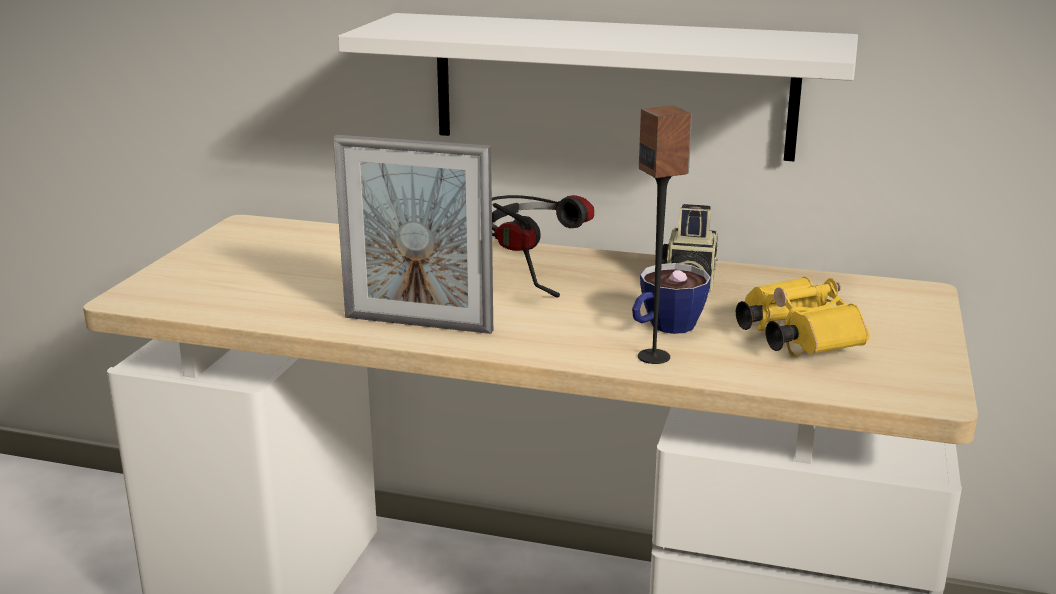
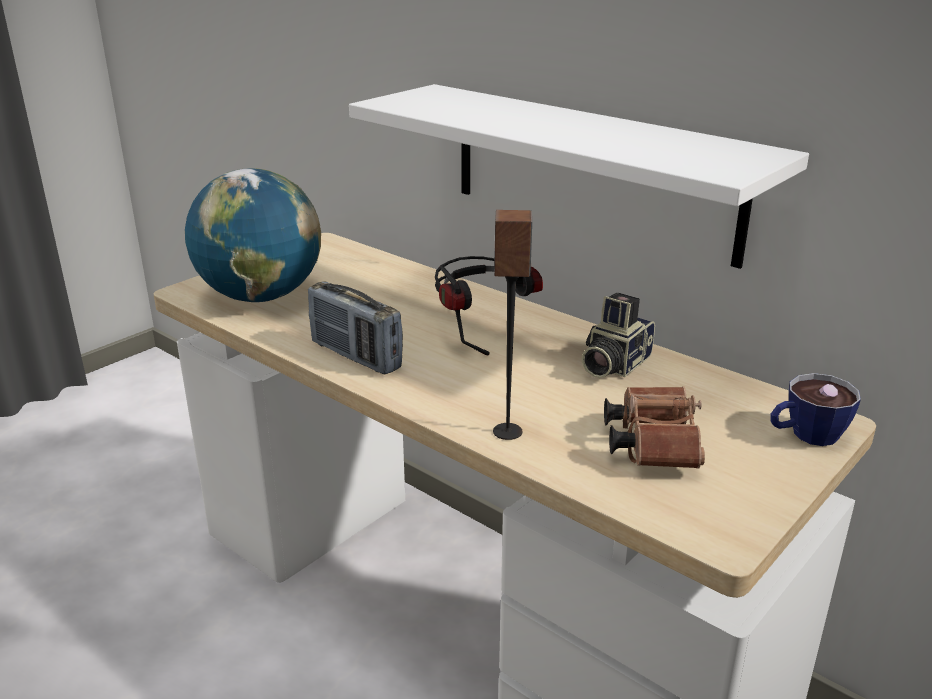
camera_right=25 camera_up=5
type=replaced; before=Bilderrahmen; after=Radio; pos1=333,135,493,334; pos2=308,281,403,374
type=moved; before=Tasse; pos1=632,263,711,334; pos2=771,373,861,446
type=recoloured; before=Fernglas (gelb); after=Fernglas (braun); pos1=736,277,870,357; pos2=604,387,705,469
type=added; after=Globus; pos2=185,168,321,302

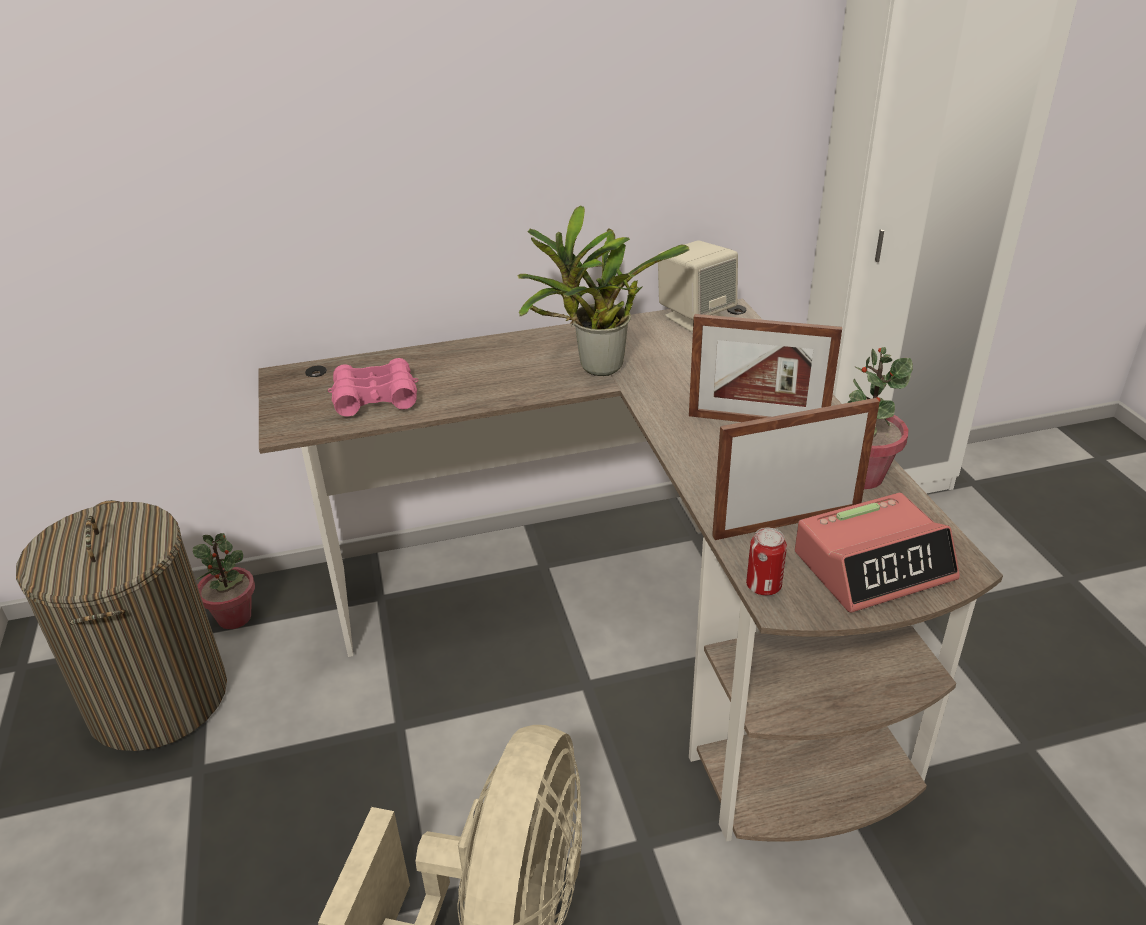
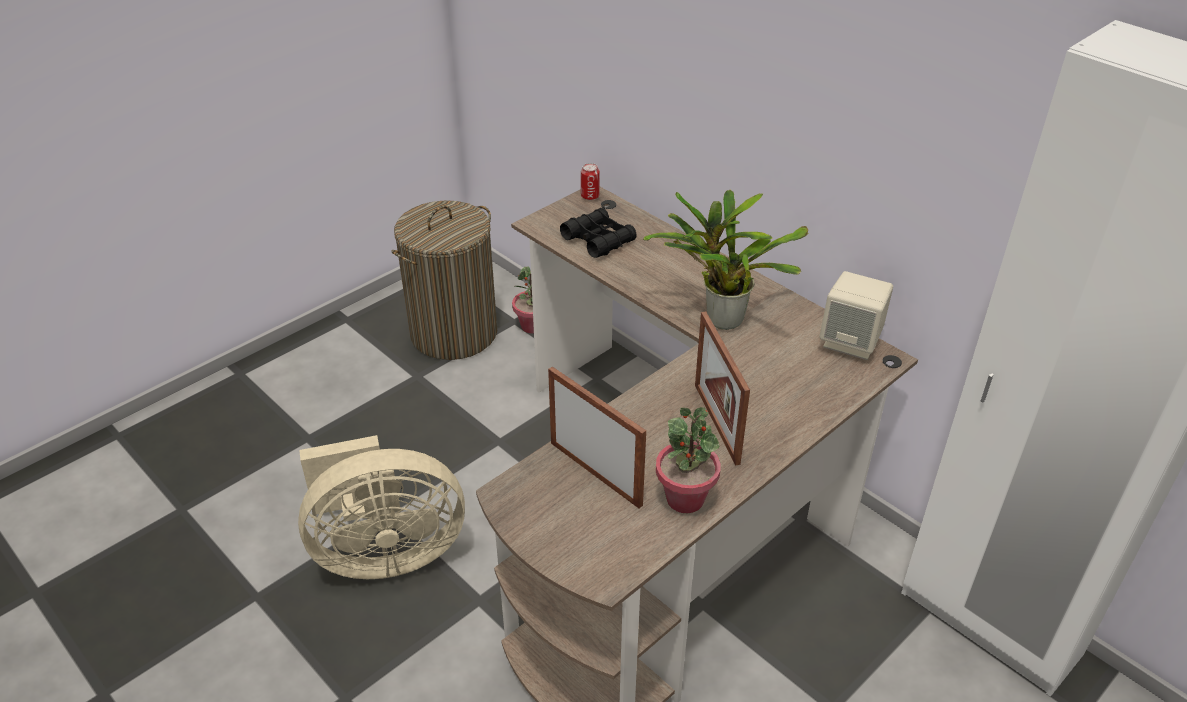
camera_right=60 camera_up=5
type=recoloured; before=Fernglas (rosa); after=Fernglas (schwarz); pos1=328,358,418,417; pos2=560,208,637,258
type=moved; before=Dose; pos1=746,528,787,595; pos2=581,163,600,200
type=removed; before=Wecker; pos1=795,493,960,613

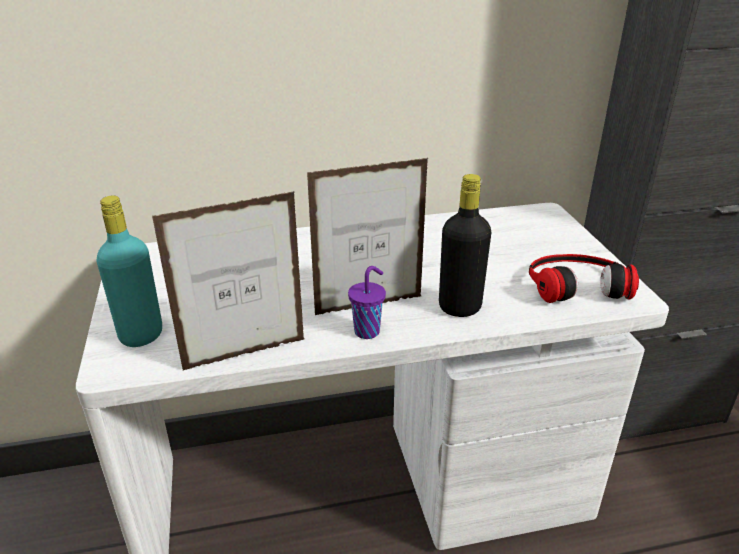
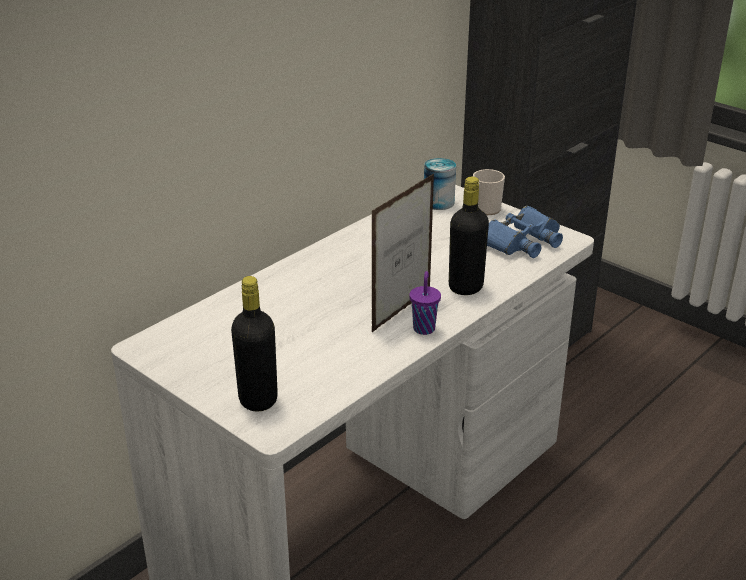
camera_right=-35 camera_up=0
type=recoloured; before=Flasche (türkis); after=Flasche (schwarz); pos1=97,196,162,347; pos2=231,276,278,411
type=removed; before=Bilderrahmen; pos1=152,191,304,370
type=replaced; before=Kopfhörer; after=Fernglas (blau); pos1=529,254,639,303; pos2=487,206,563,258
type=added; after=Dose; pos2=424,158,456,210
type=added; after=Henkelbecher; pos2=473,169,505,215

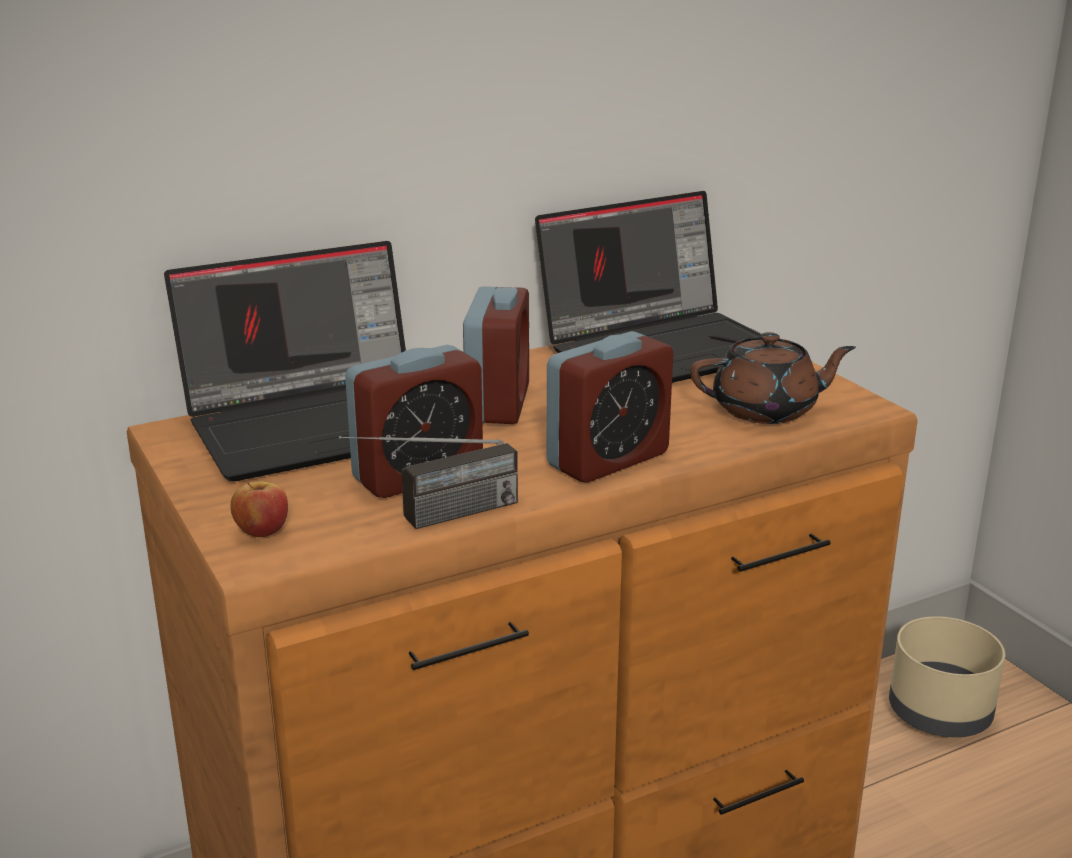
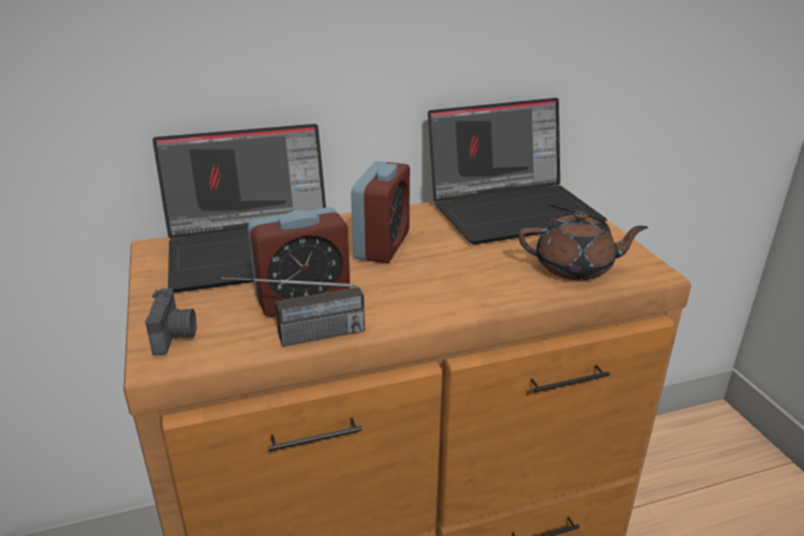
camera_right=10 camera_up=5
type=replaced; before=Apfel; after=Kamera; pos1=230,482,288,537; pos2=145,288,196,355
type=removed; before=Wecker; pos1=547,331,673,483
type=removed; before=Pflanzkübel (beige); pos1=889,616,1005,737

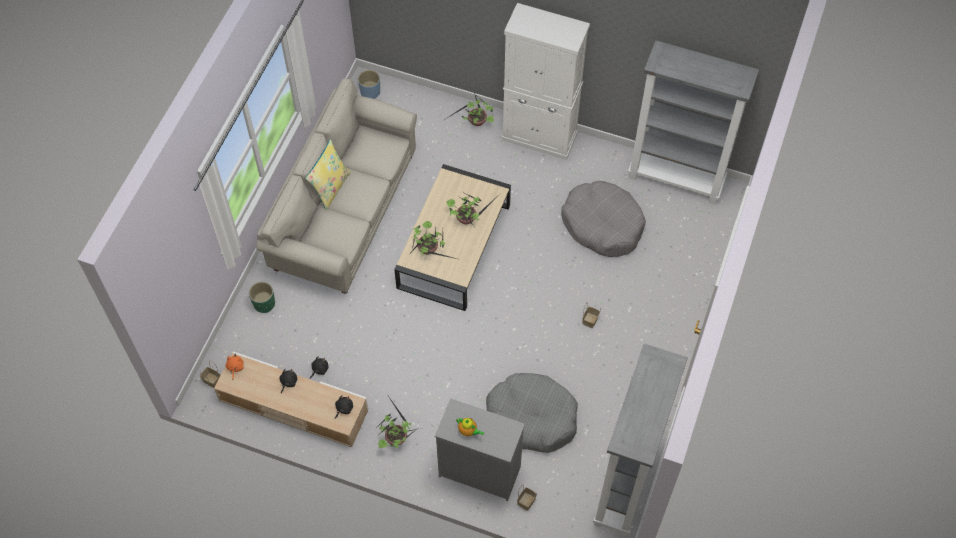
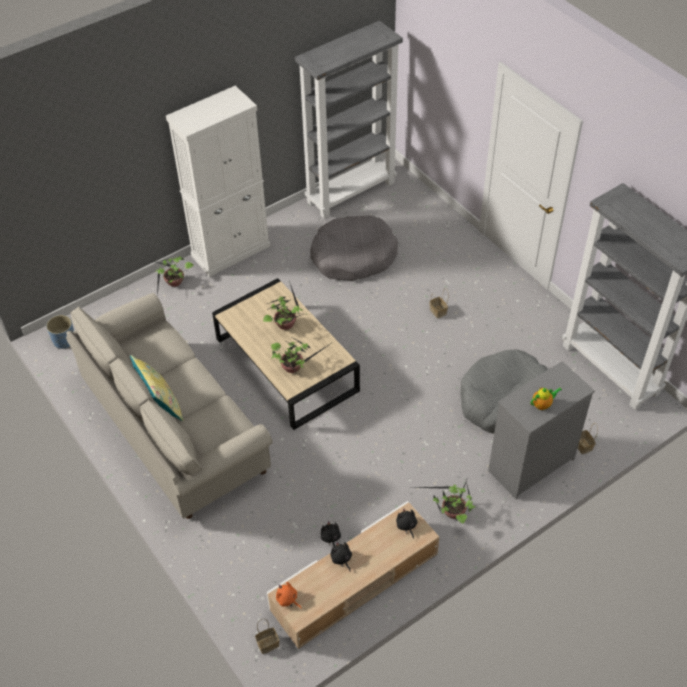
camera_right=-55 camera_up=-10
type=removed; before=Pflanzkübel (grün); pos1=249,282,275,313

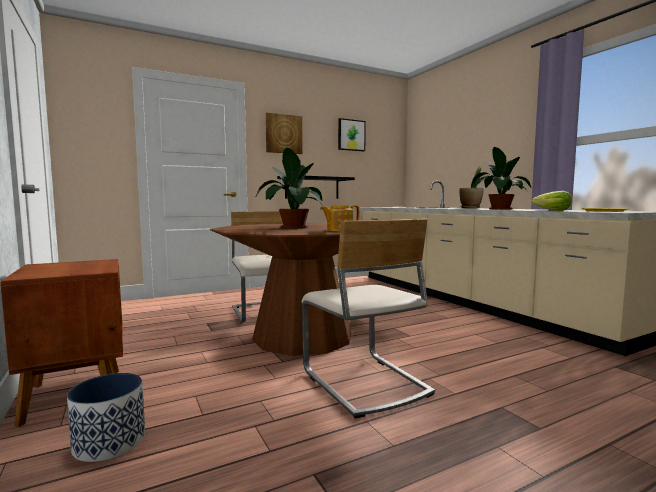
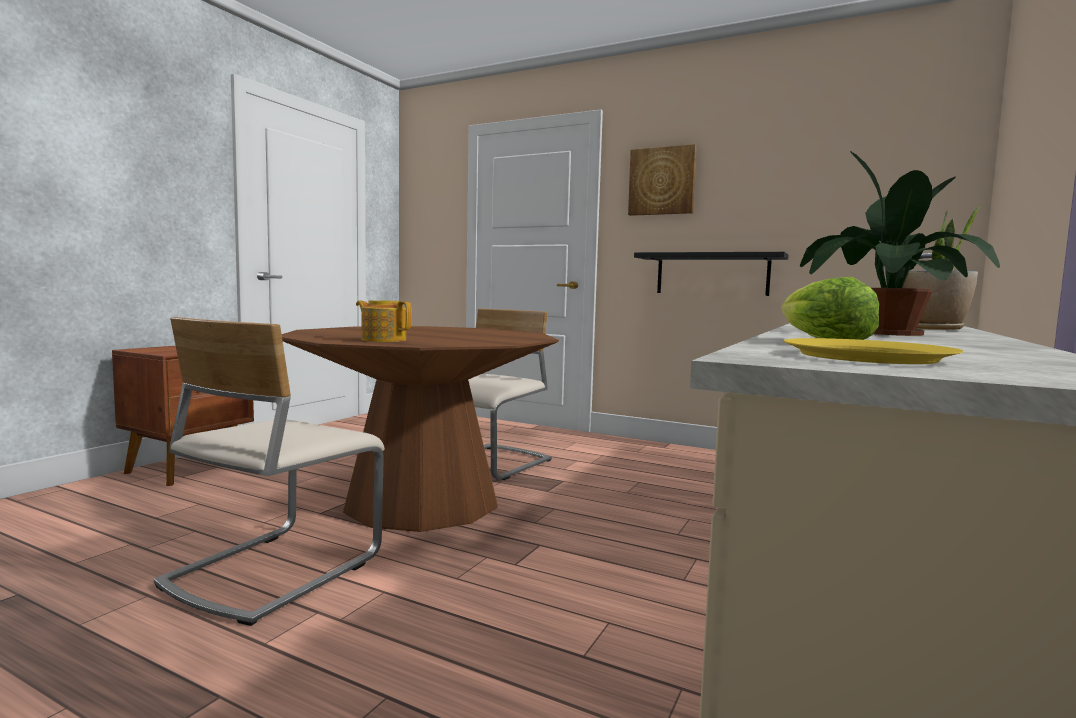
camera_right=55 camera_up=0
type=removed; before=Pflanzkübel; pos1=67,373,145,462
type=removed; before=Topfpflanze; pos1=255,148,323,229
type=removed; before=Bild; pos1=338,118,366,151

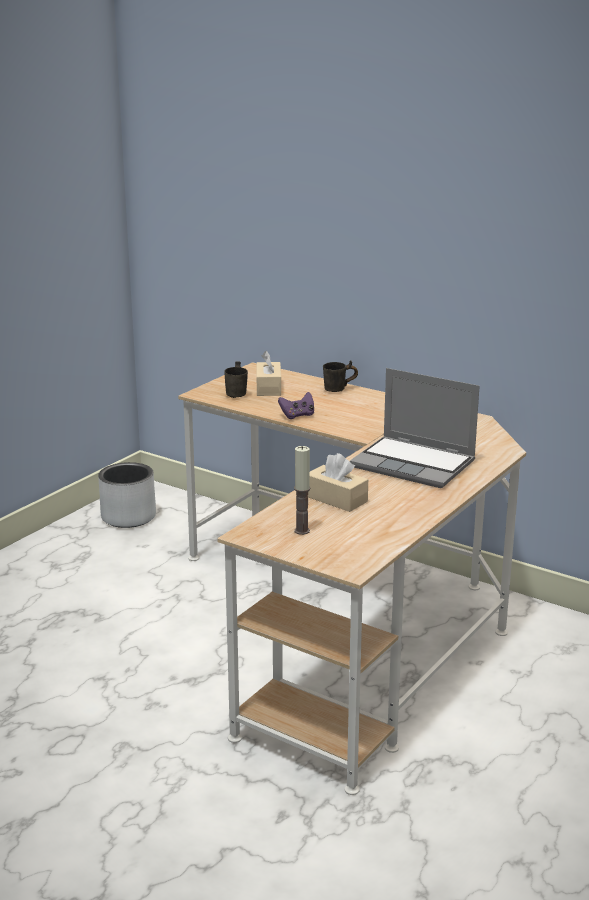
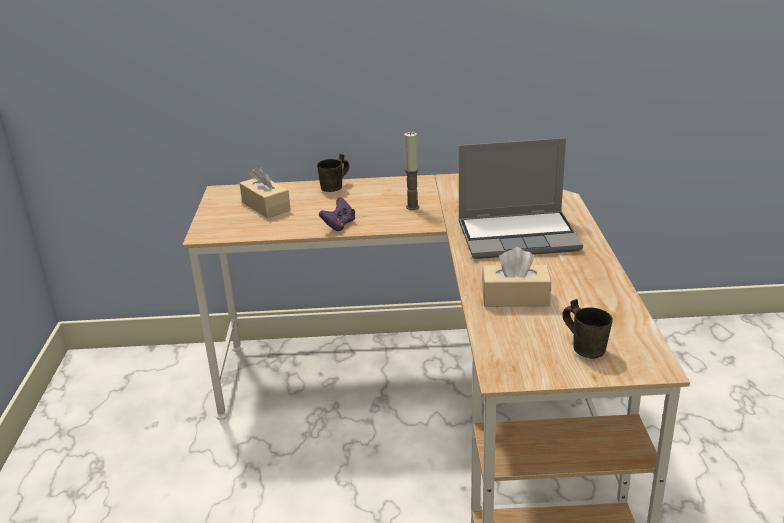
camera_right=-35 camera_up=5
type=removed; before=Pflanzkübel (grau); pos1=98,462,156,528
type=moved; before=Henkelbecher (grau); pos1=224,362,248,398; pos2=562,299,613,358
type=moved; before=Kerze; pos1=294,446,310,535; pos2=404,132,419,210

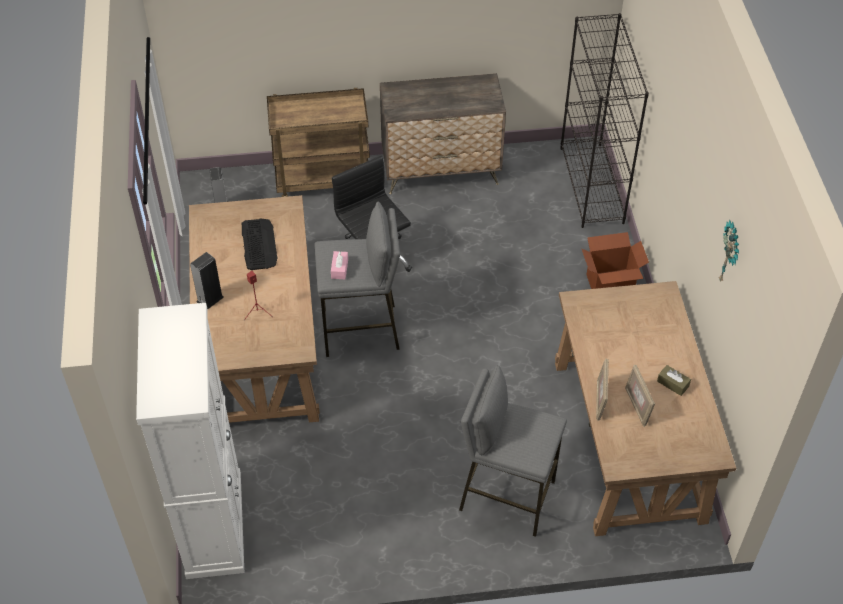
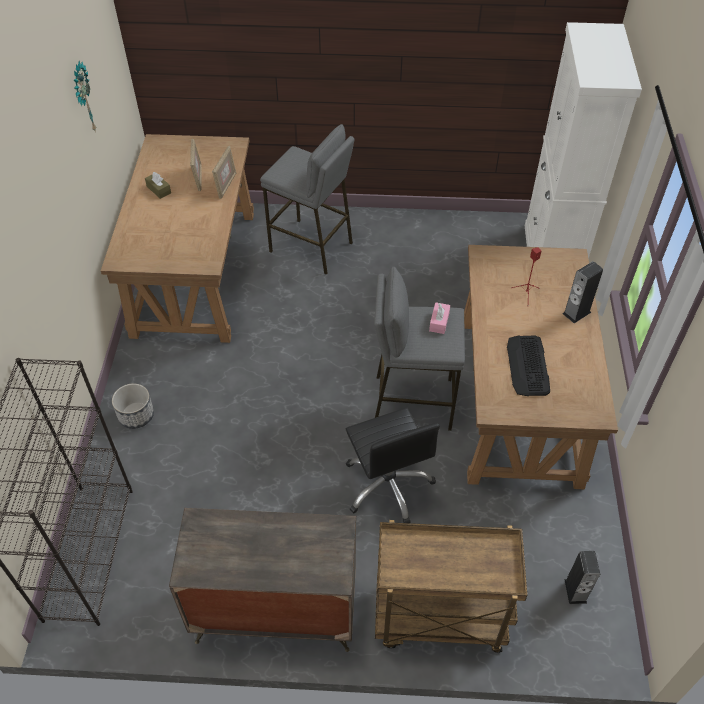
camera_right=-170 camera_up=0
type=replaced; before=Karton; after=Pflanzkübel; pos1=582,232,649,289; pos2=112,384,154,429

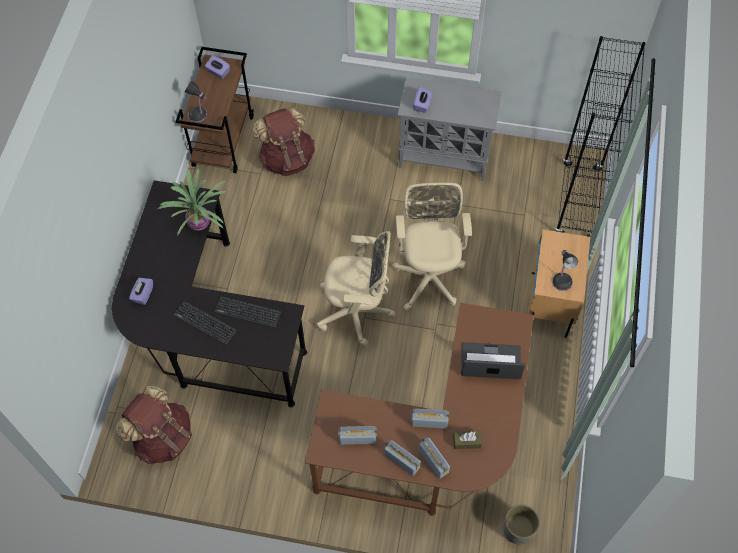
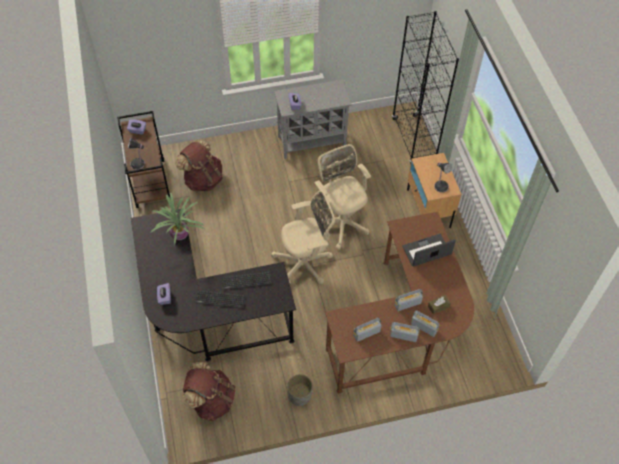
camera_right=-25 camera_up=-5
type=moved; before=Pflanzkübel (grau); pos1=503,504,540,545; pos2=287,374,313,406

